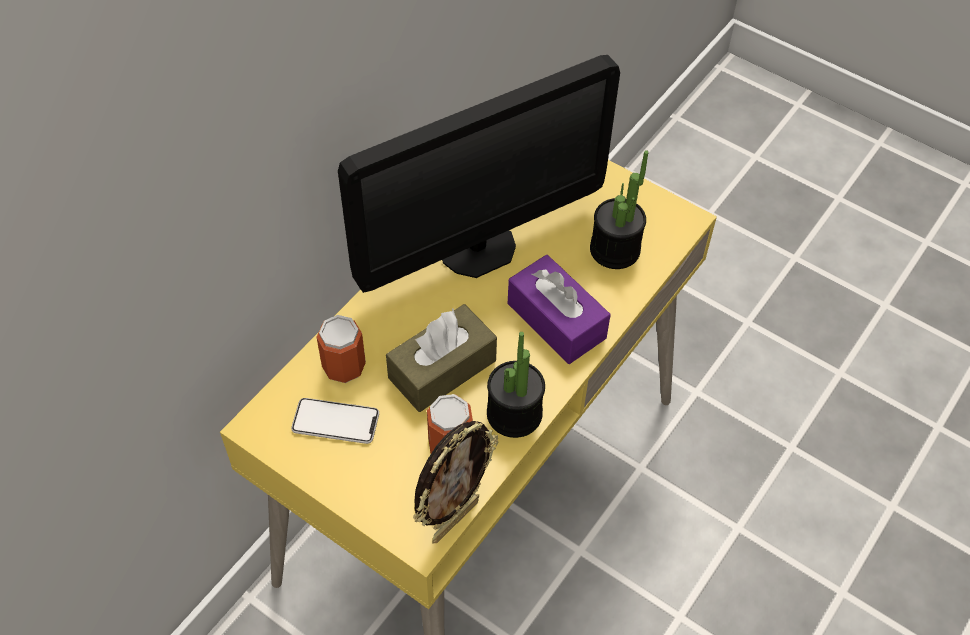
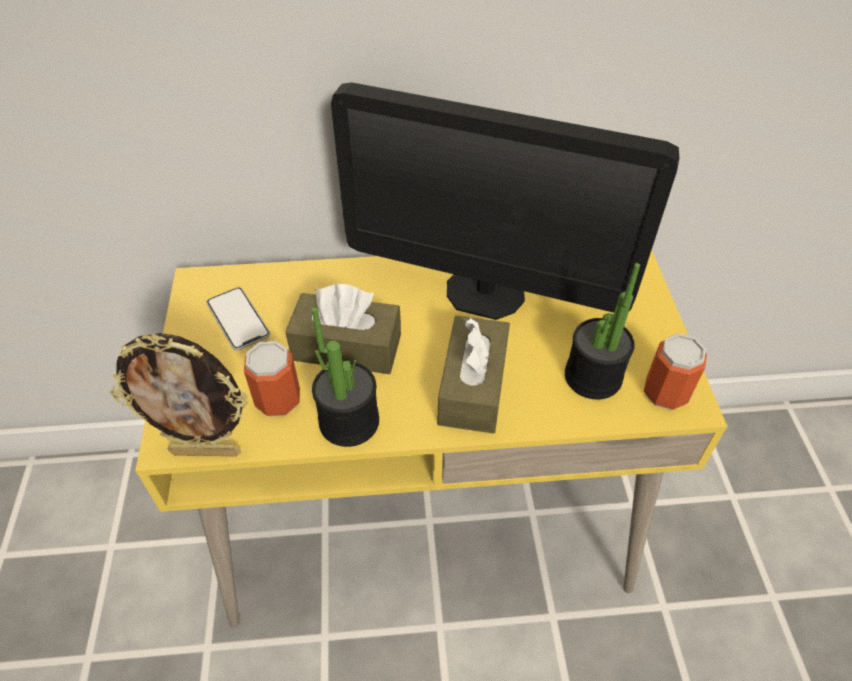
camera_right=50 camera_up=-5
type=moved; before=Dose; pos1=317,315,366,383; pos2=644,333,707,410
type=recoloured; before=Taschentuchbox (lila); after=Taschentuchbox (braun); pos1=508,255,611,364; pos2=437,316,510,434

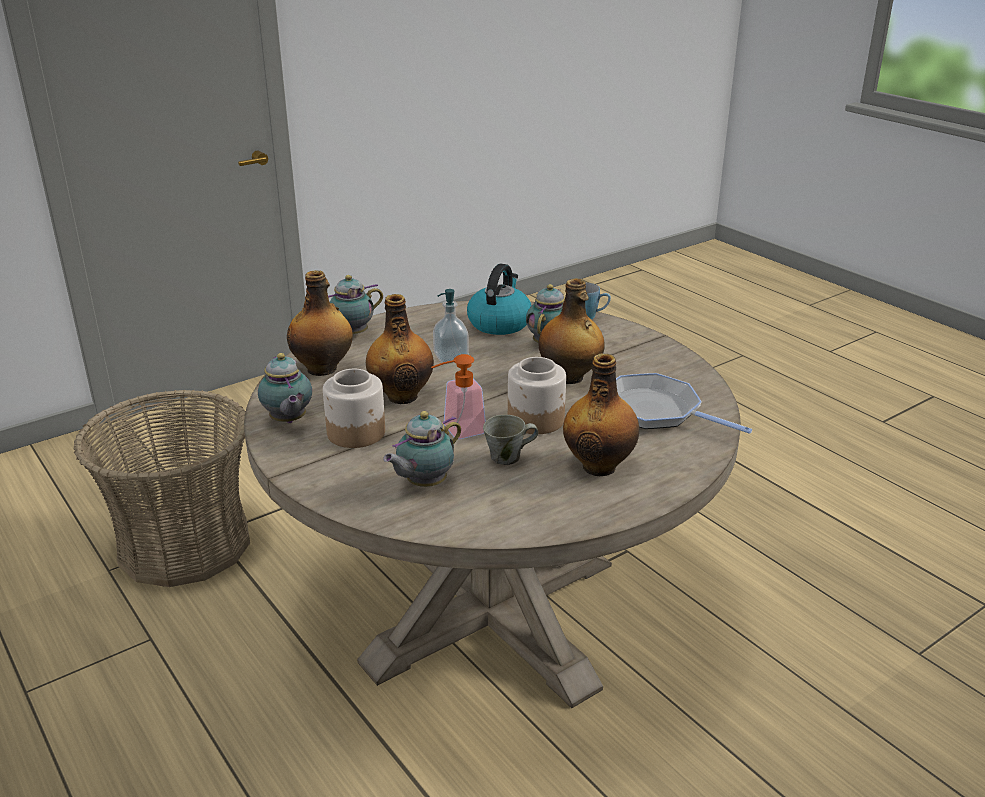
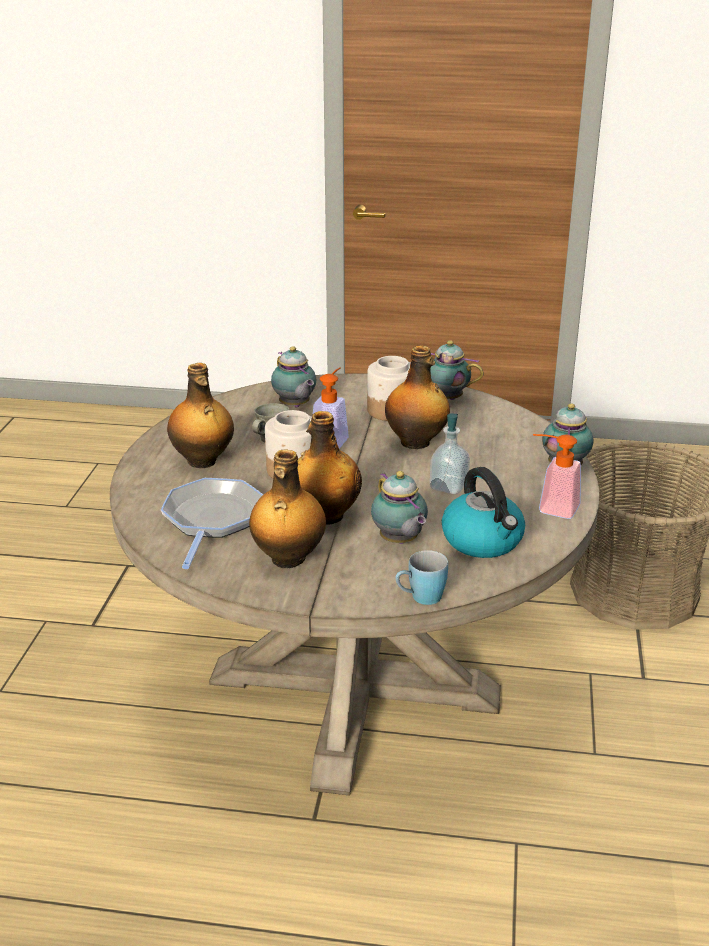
camera_right=135 camera_up=0
type=moved; before=Flasche; pos1=287,270,353,376; pos2=249,450,326,568
type=turned; before=Teekanne; pos1=383,411,461,487; pos2=271,346,316,408; turn=150
type=turned; before=Pfanne; pos1=616,373,752,434; pos2=161,478,263,569; turn=-75
type=added; after=Seifenspender; pos2=533,434,581,519

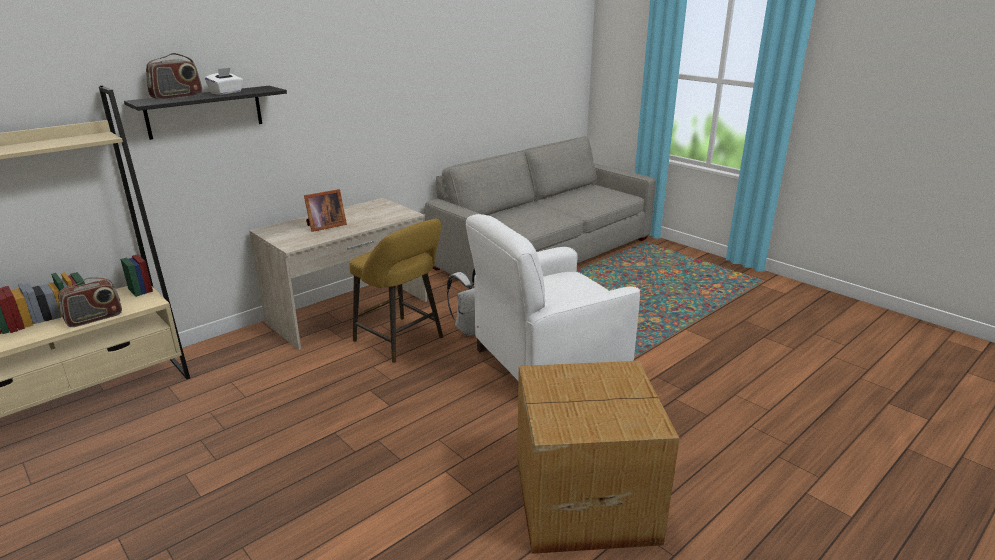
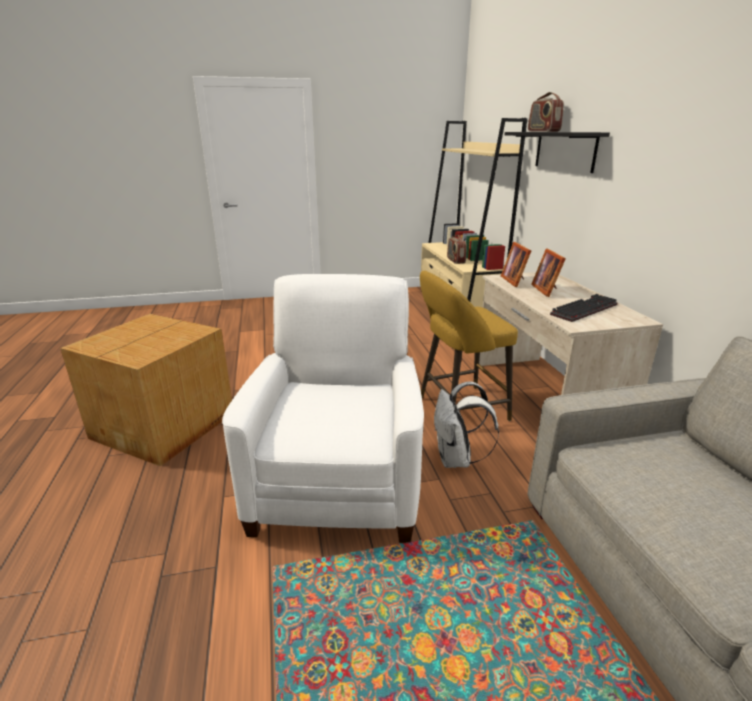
camera_right=120 camera_up=0
type=removed; before=Taschentuchbox (weiß); pos1=205,68,243,95
type=added; after=Bilderrahmen; pos2=501,242,531,287
type=added; after=Tastatur; pos2=550,294,617,322

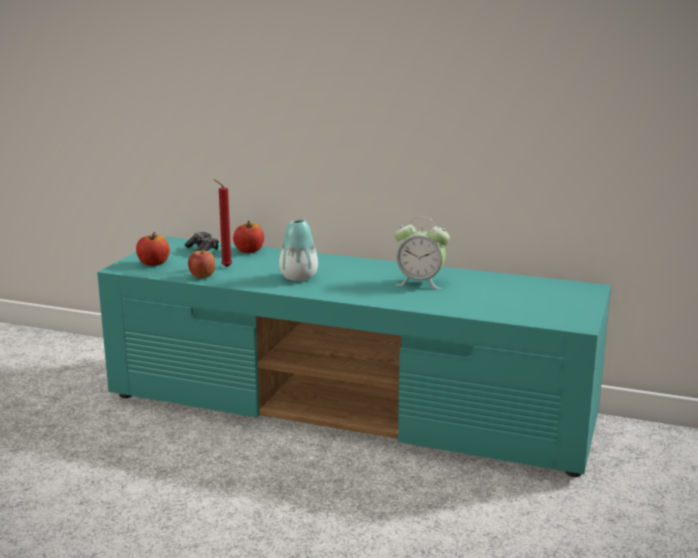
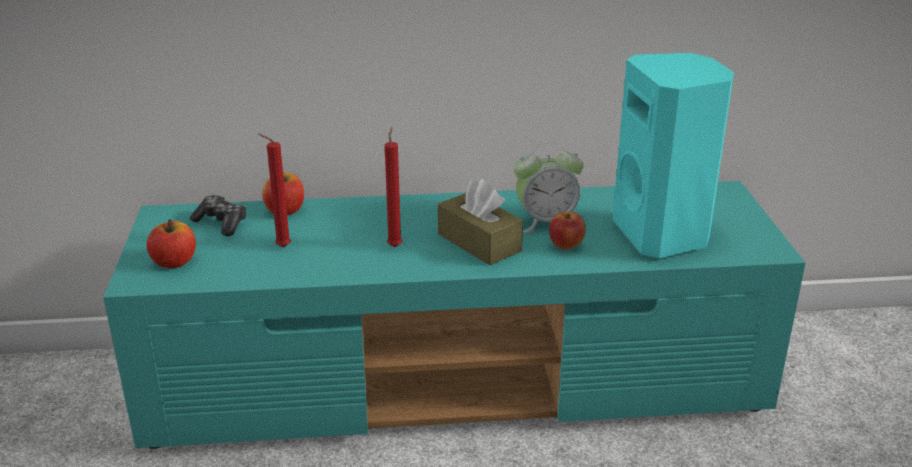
camera_right=-25 camera_up=10
type=moved; before=Apfel; pos1=188,251,216,278; pos2=549,211,586,250
type=replaced; before=Vase; after=Kerze (rot); pos1=279,219,318,281; pos2=385,127,402,247
type=added; after=Taschentuchbox (braun); pos2=438,179,523,265
type=added; after=Lautsprecher (türkis); pos2=612,53,734,258

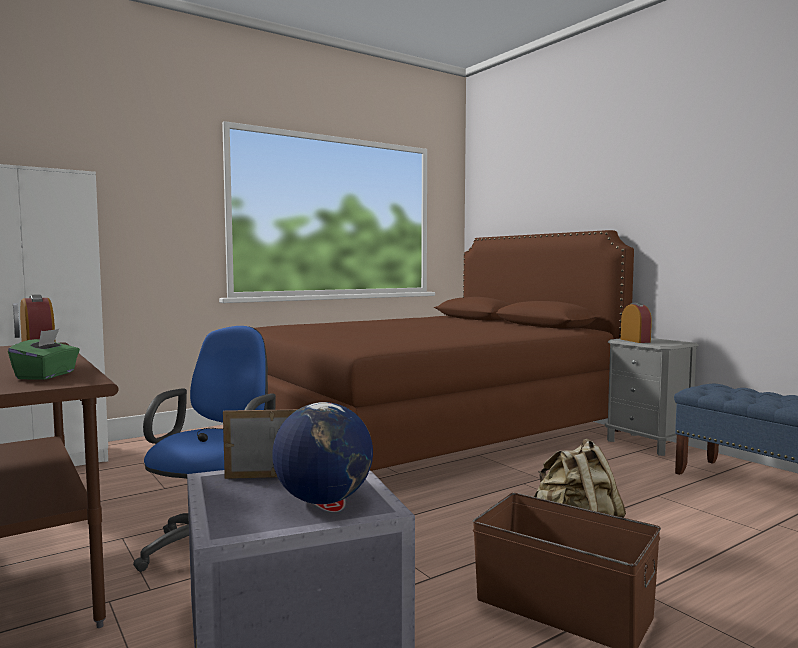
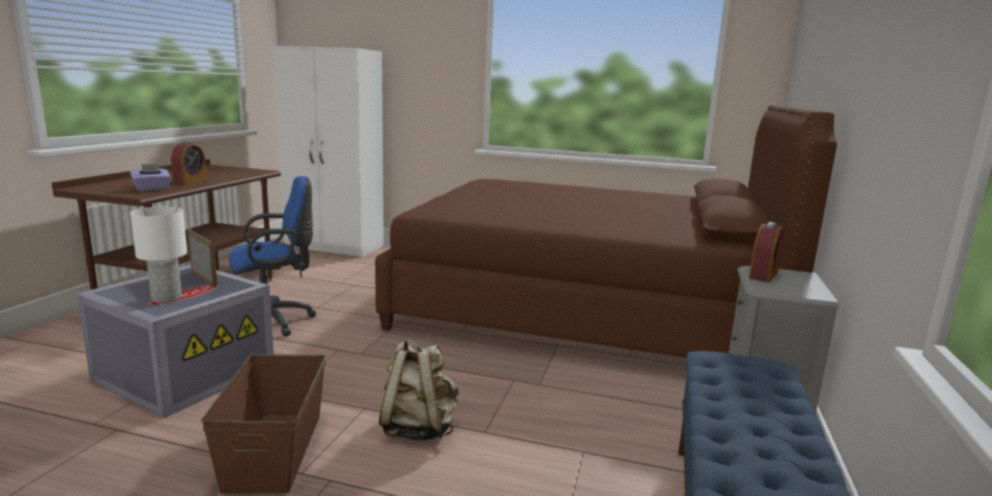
camera_right=50 camera_up=10
type=recoloured; before=Taschentuchbox (grün); after=Taschentuchbox (lila); pos1=8,329,80,380; pos2=130,164,171,191
type=replaced; before=Globus; after=Tischlampe (weiß); pos1=272,402,373,504; pos2=130,206,187,303

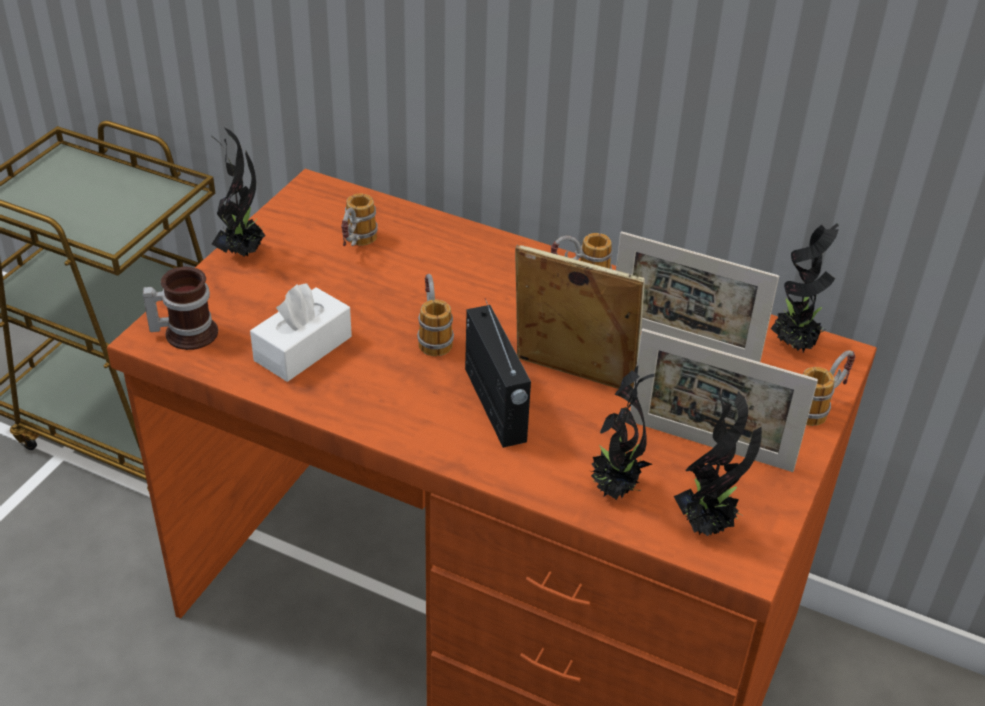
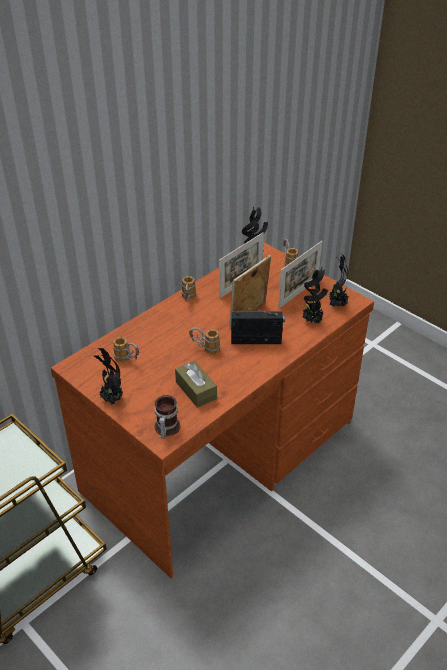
camera_right=-70 camera_up=0
type=recoloured; before=Taschentuchbox (weiß); after=Taschentuchbox (braun); pos1=250,283,352,382; pos2=175,361,217,408

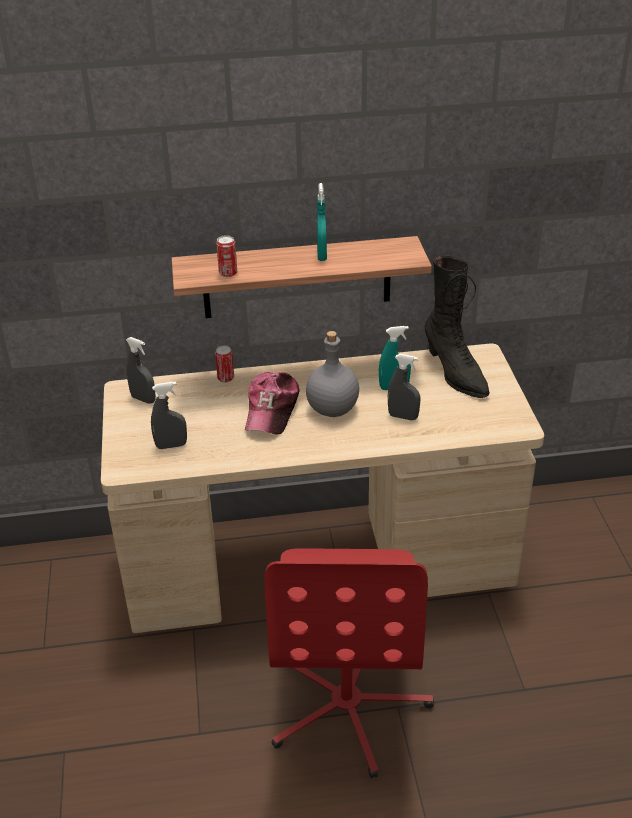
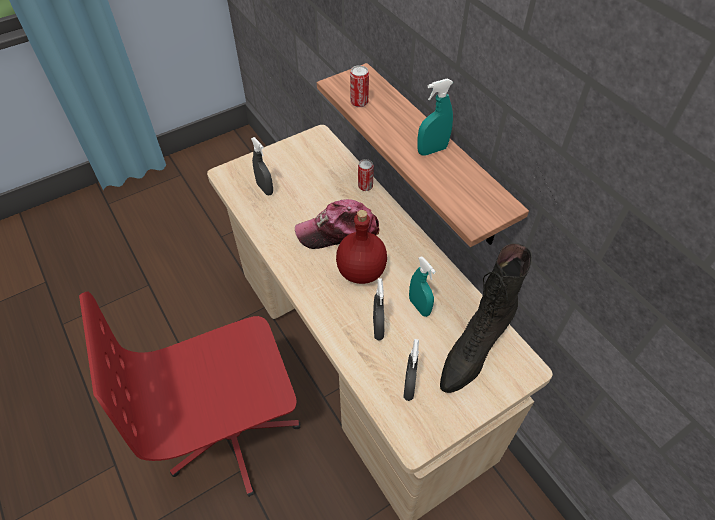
camera_right=65 camera_up=15
type=moved; before=Sprühflasche (grau); pos1=126,337,156,404; pos2=403,339,419,401
type=recoloured; before=Flasche (grau); after=Flasche (rot); pos1=306,331,359,417; pos2=336,210,387,284

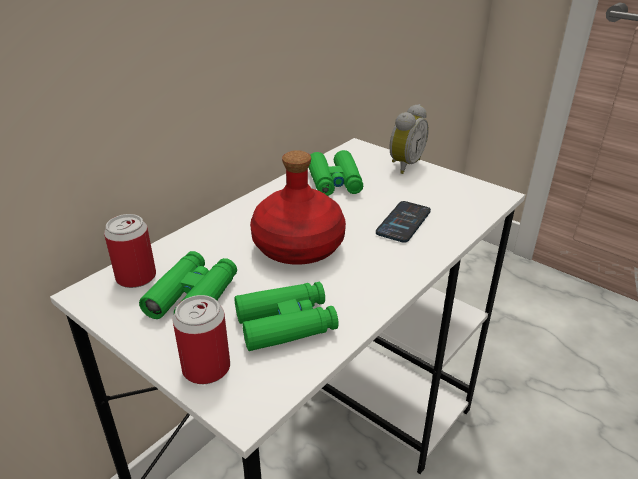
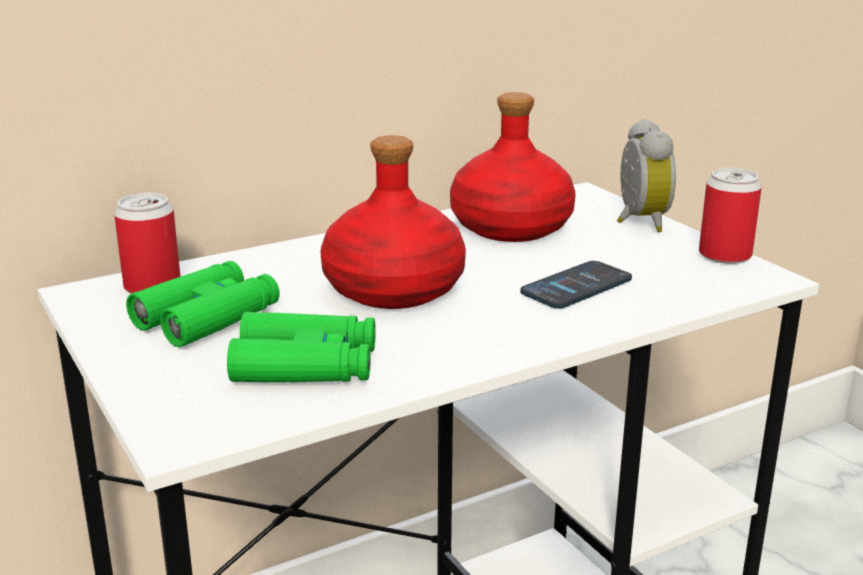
camera_right=20 camera_up=-10
type=moved; before=Dose; pos1=172,295,230,384; pos2=699,167,762,264
type=replaced; before=Fernglas (grün); after=Flasche (rot); pos1=309,150,363,196; pos2=450,92,576,242
type=turned; before=Wecker; pos1=390,104,429,174; pos2=617,119,676,232; turn=-60

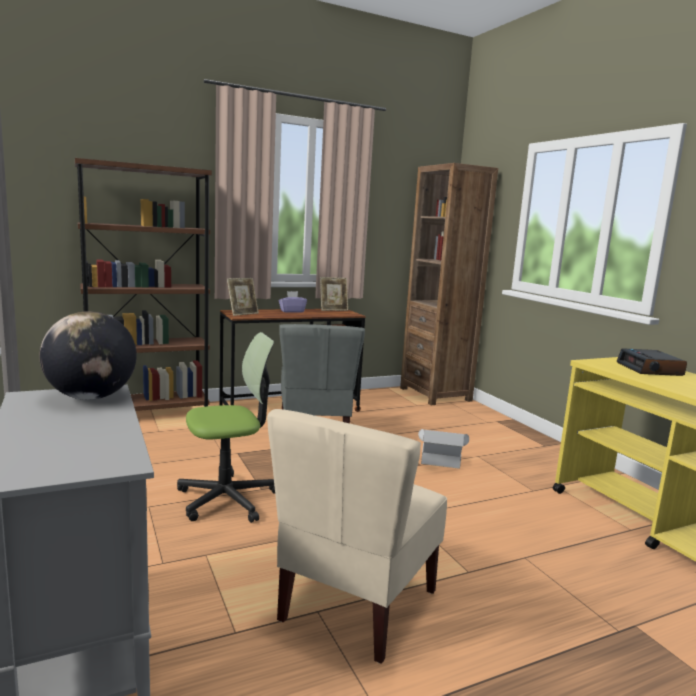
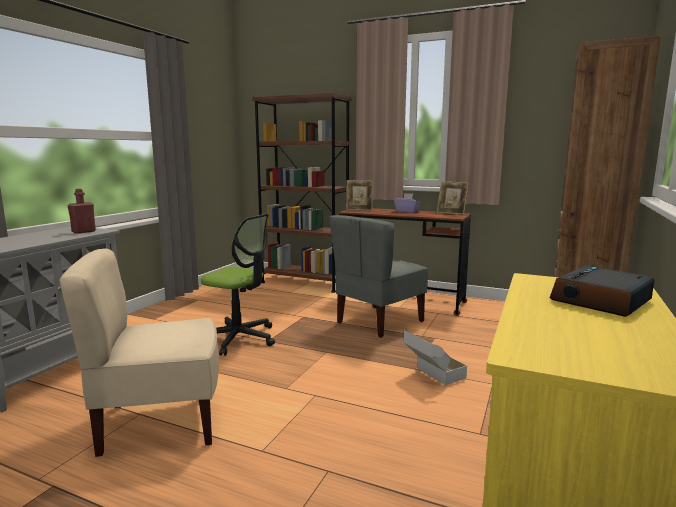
camera_right=50 camera_up=0
type=replaced; before=Globus; after=Flasche (rot); pos1=40,311,137,400; pos2=68,189,96,234

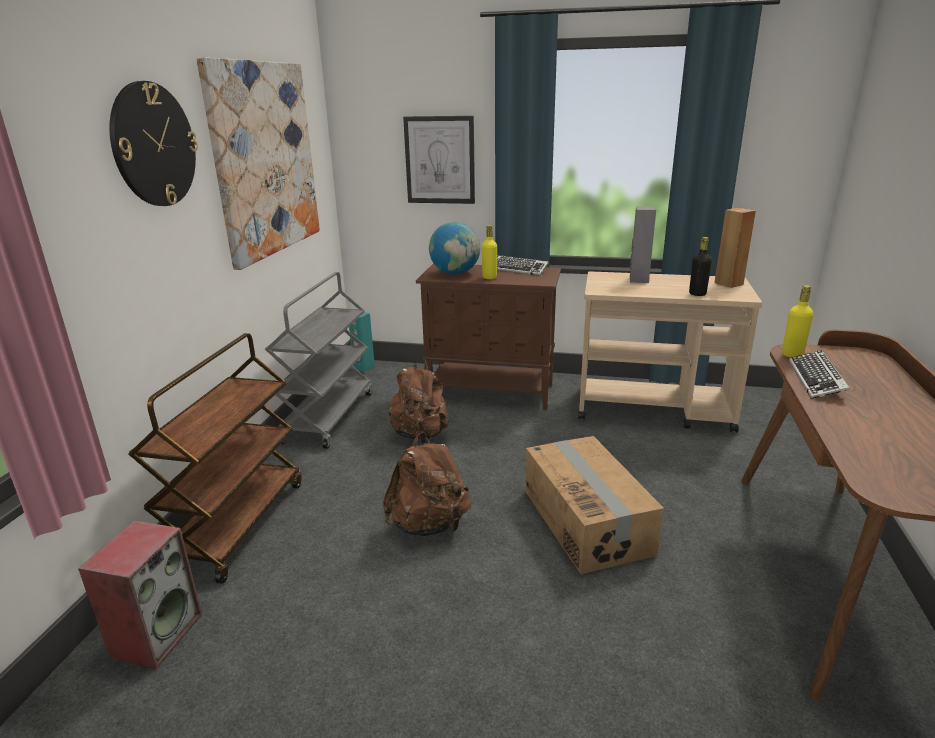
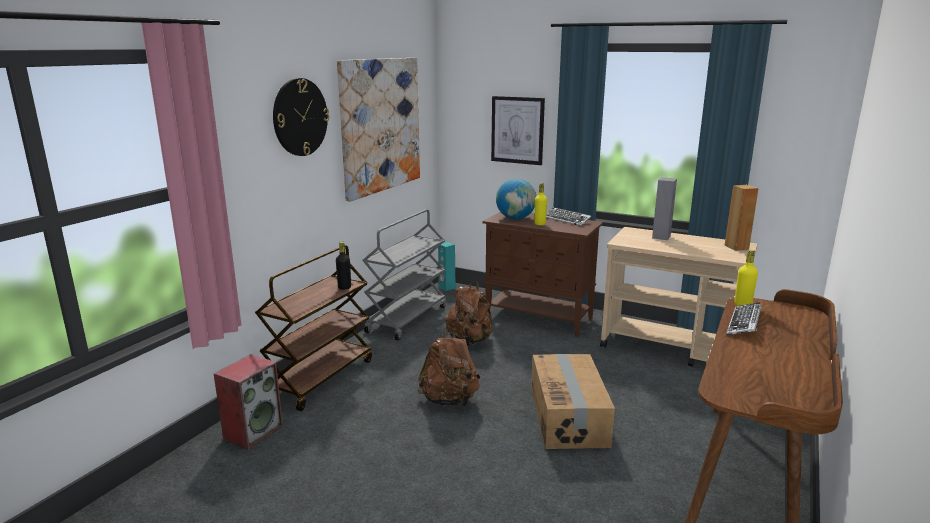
camera_right=15 camera_up=-5
type=moved; before=Flasche (schwarz); pos1=689,237,712,296; pos2=336,242,351,290

